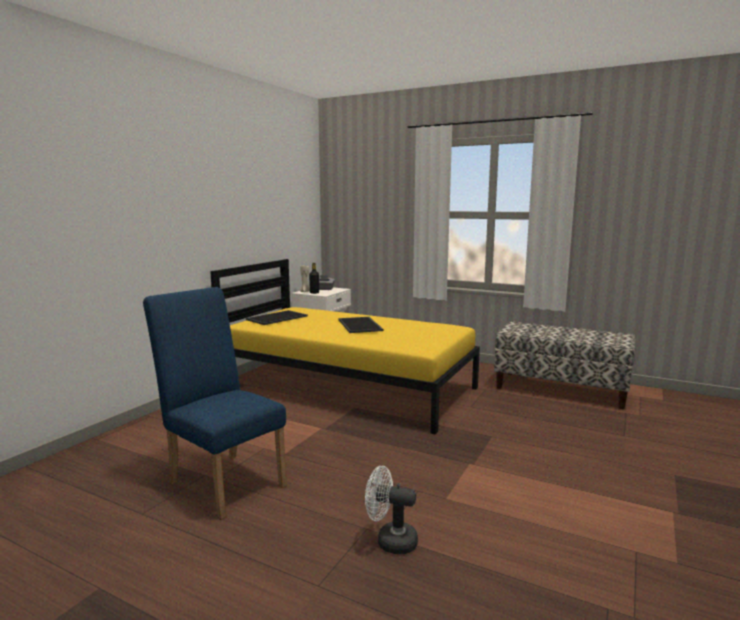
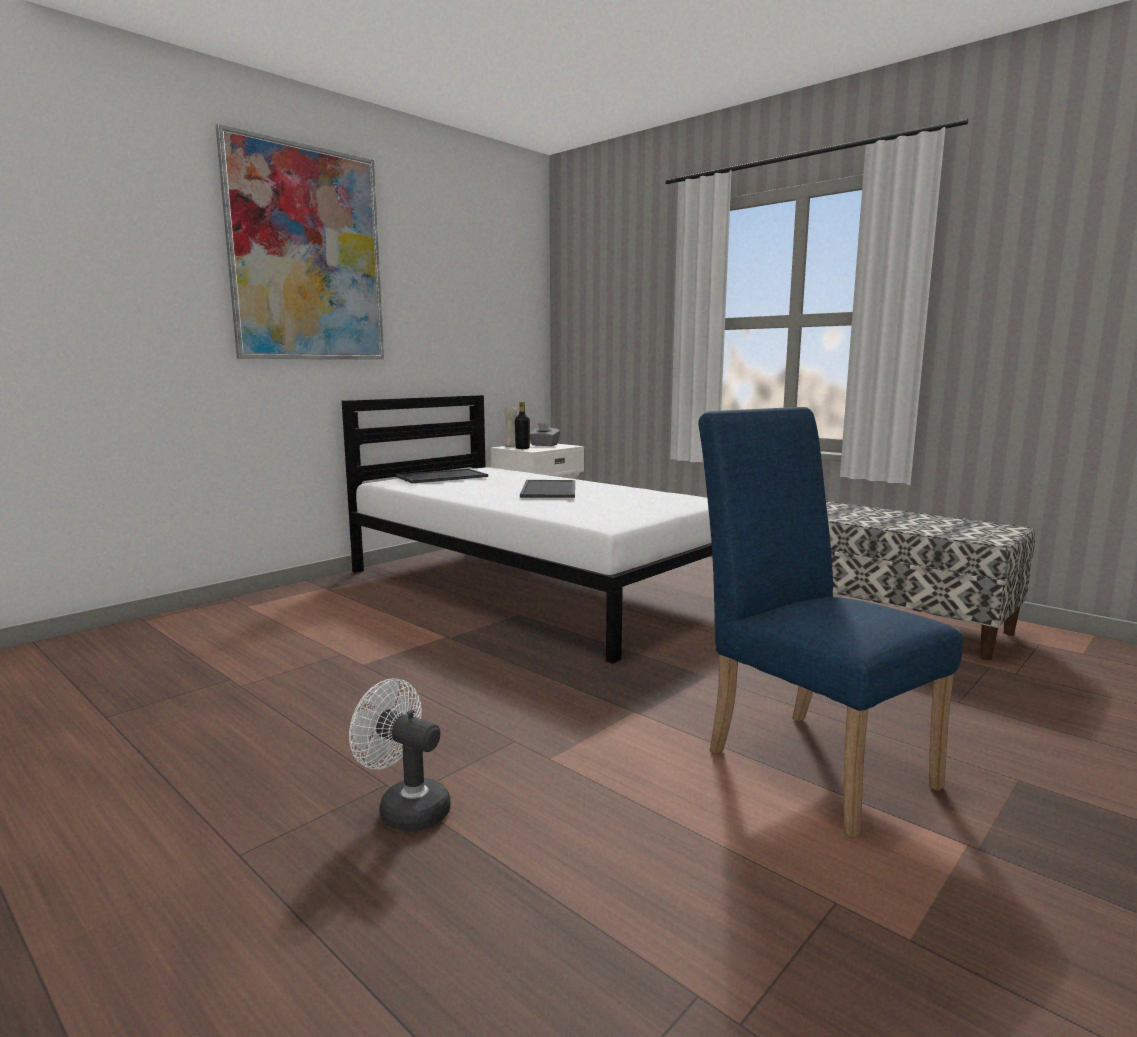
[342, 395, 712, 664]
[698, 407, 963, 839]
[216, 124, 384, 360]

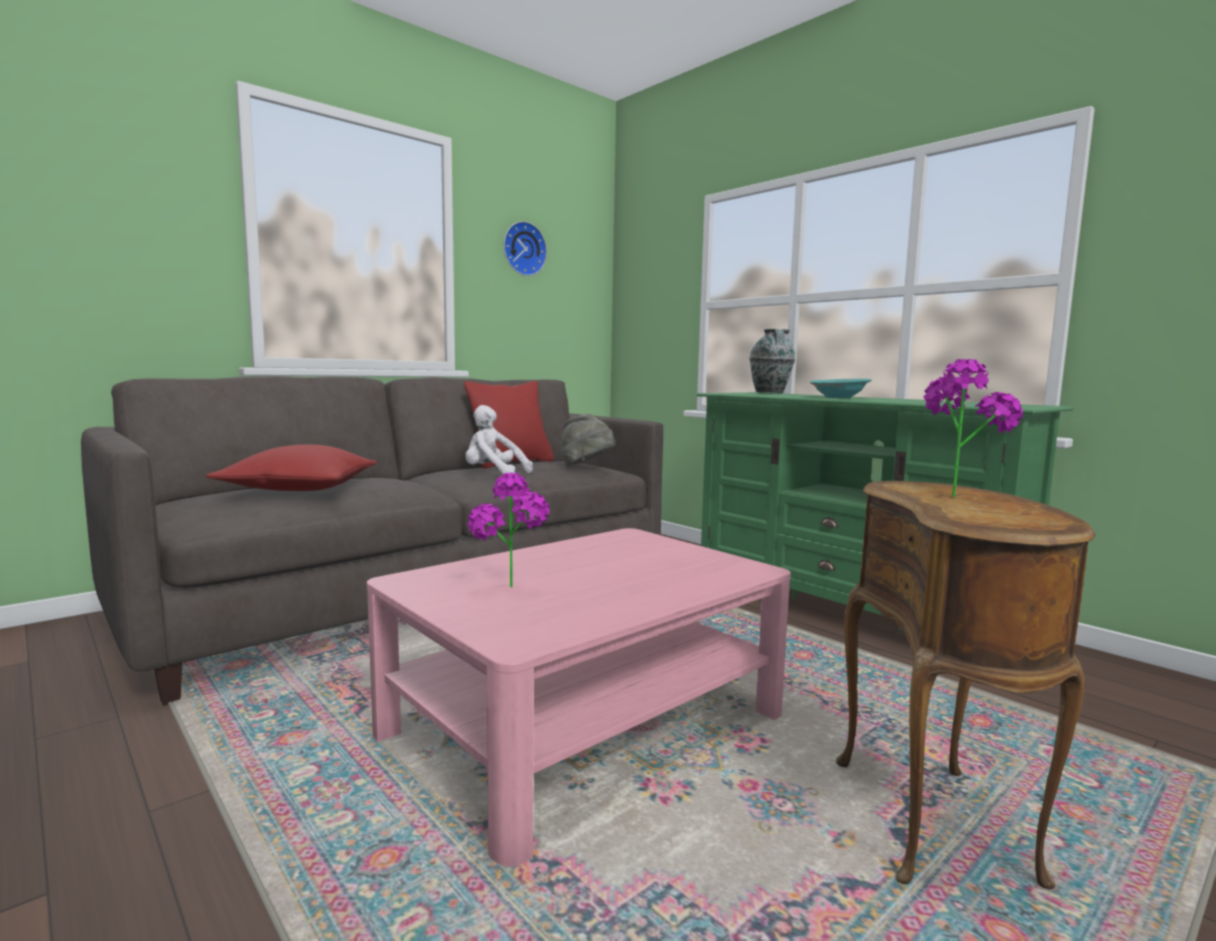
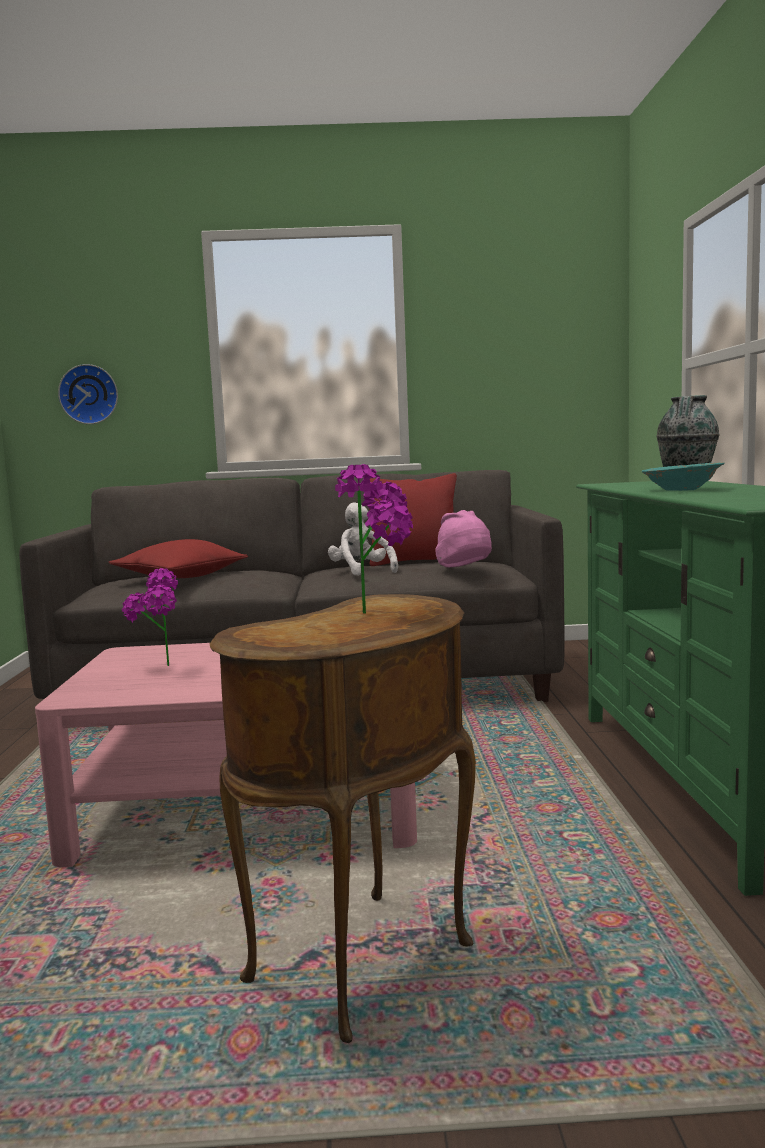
[58, 364, 118, 424]
[435, 510, 492, 567]

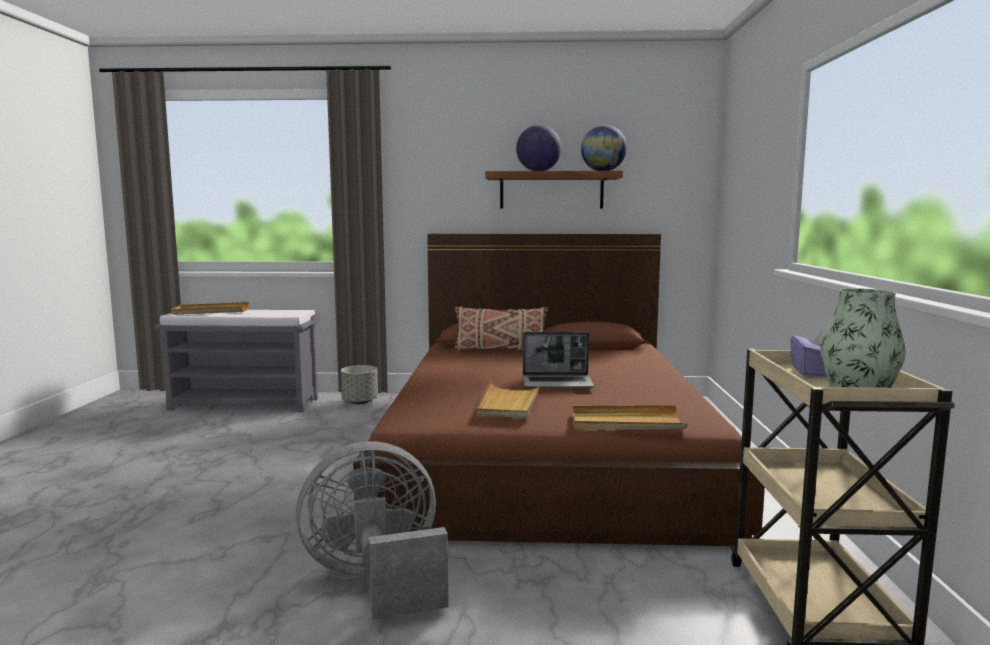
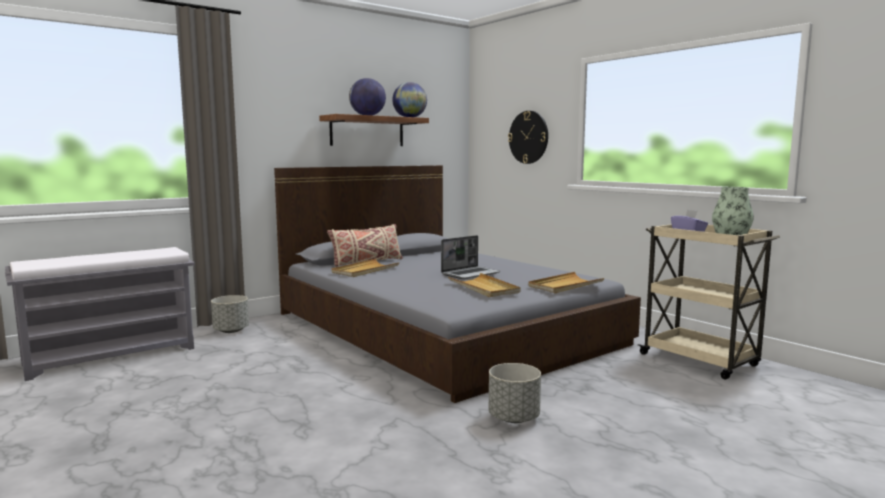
[274, 165, 641, 403]
[331, 259, 399, 277]
[489, 363, 541, 423]
[508, 111, 548, 164]

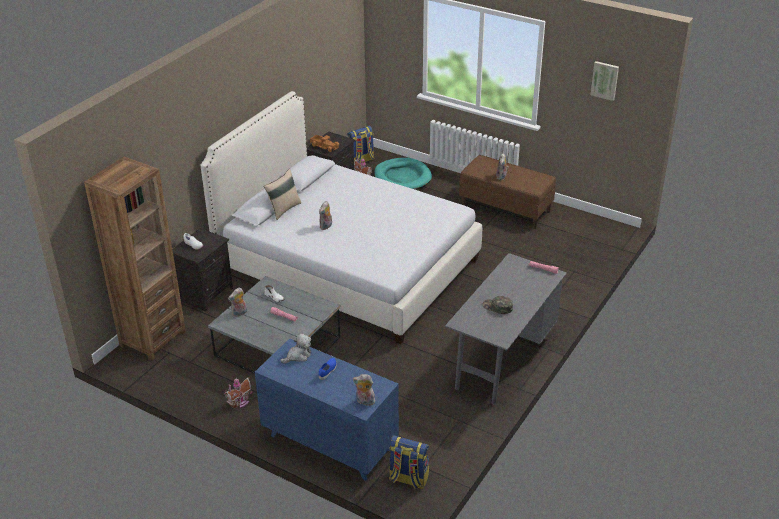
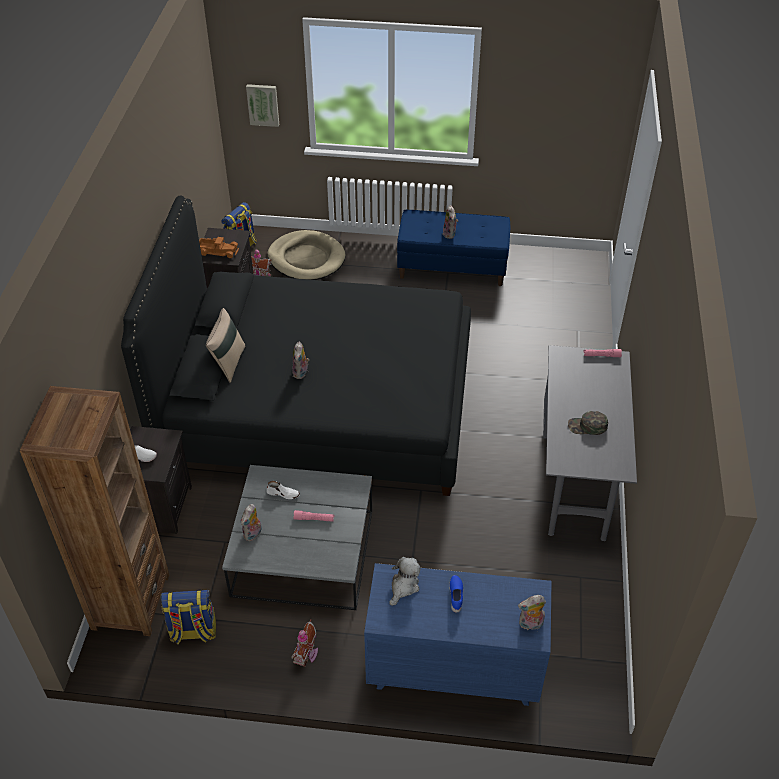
[246, 84, 279, 127]
[121, 196, 471, 496]
[397, 210, 510, 286]
[267, 230, 345, 280]
[161, 589, 216, 644]

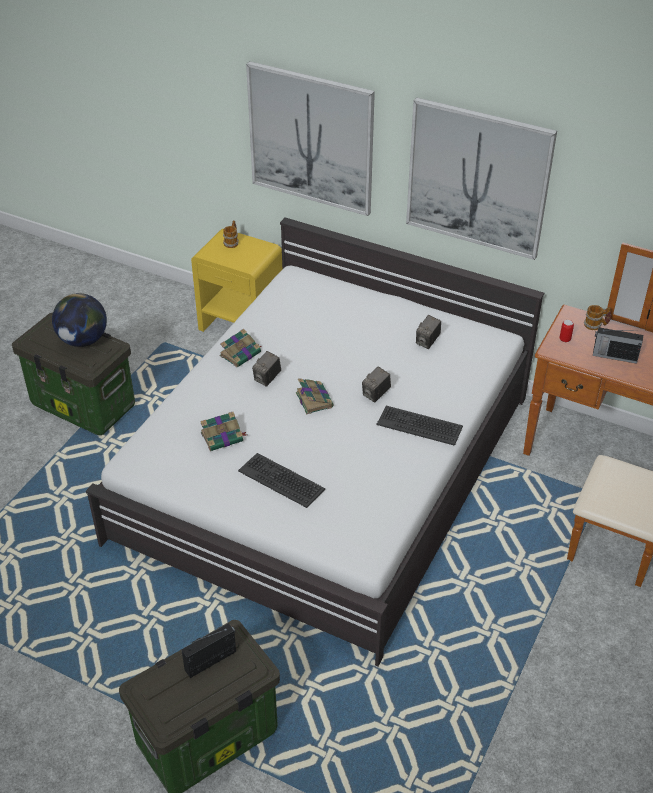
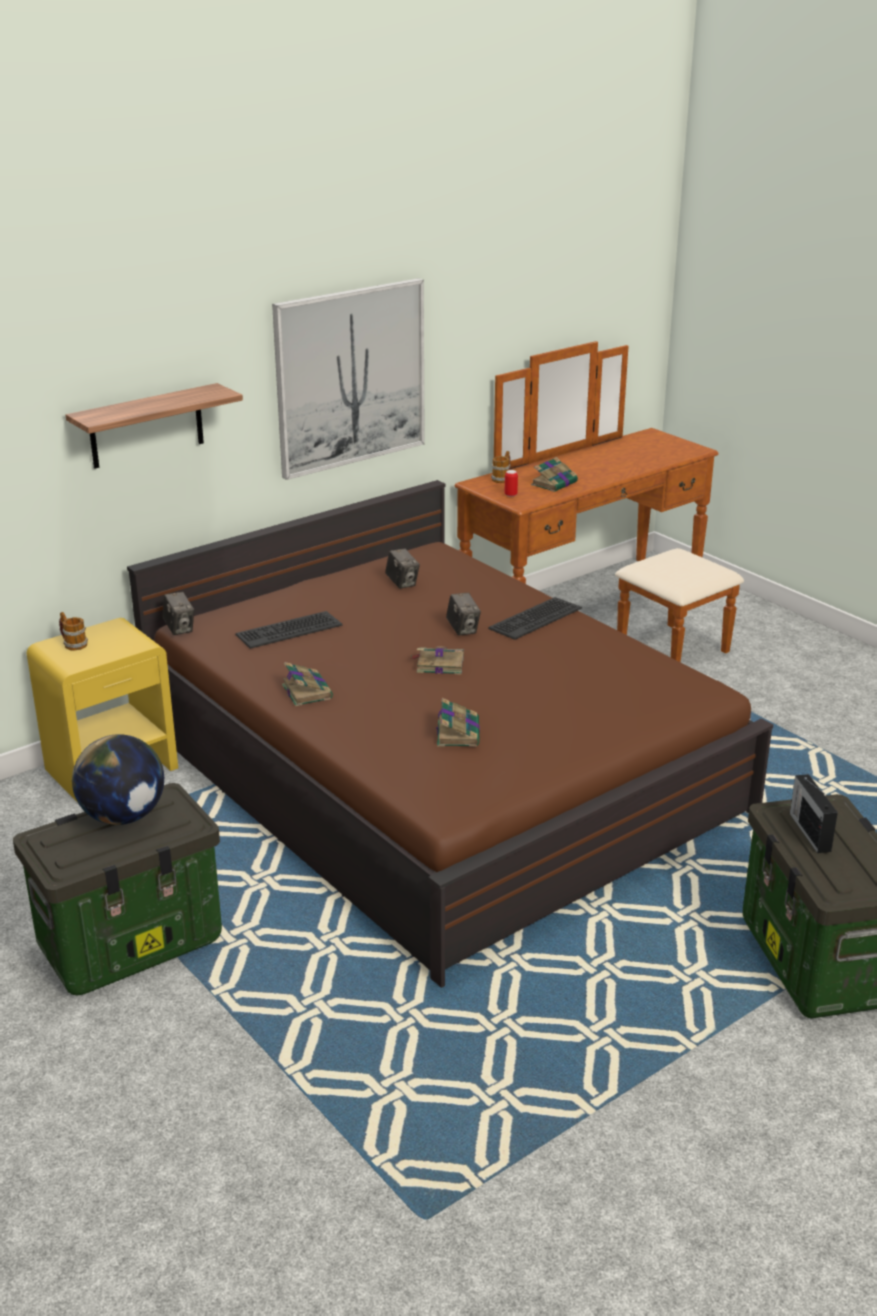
[66, 383, 243, 469]
[127, 480, 773, 988]
[531, 457, 578, 492]
[162, 592, 194, 635]
[236, 611, 343, 649]

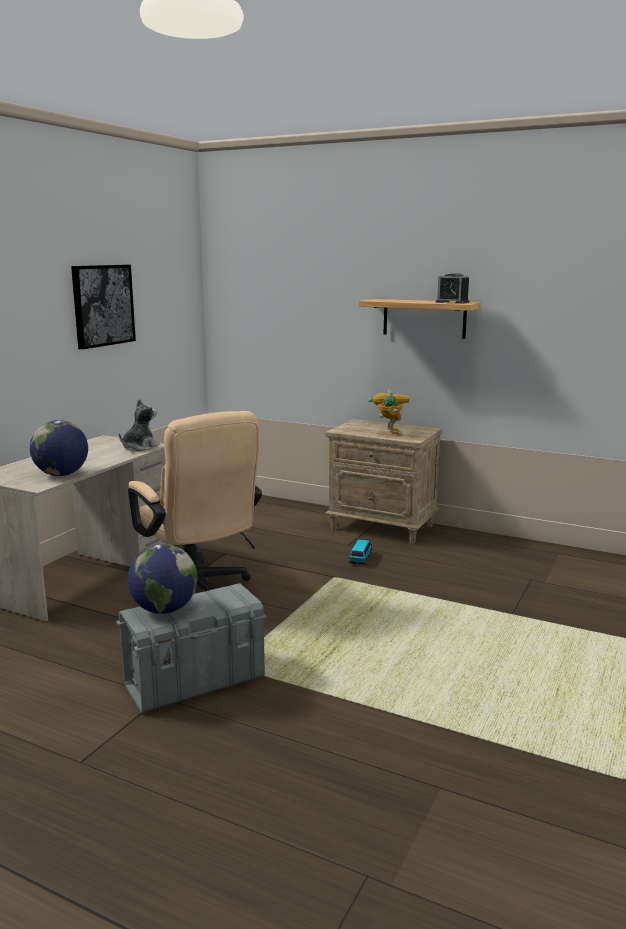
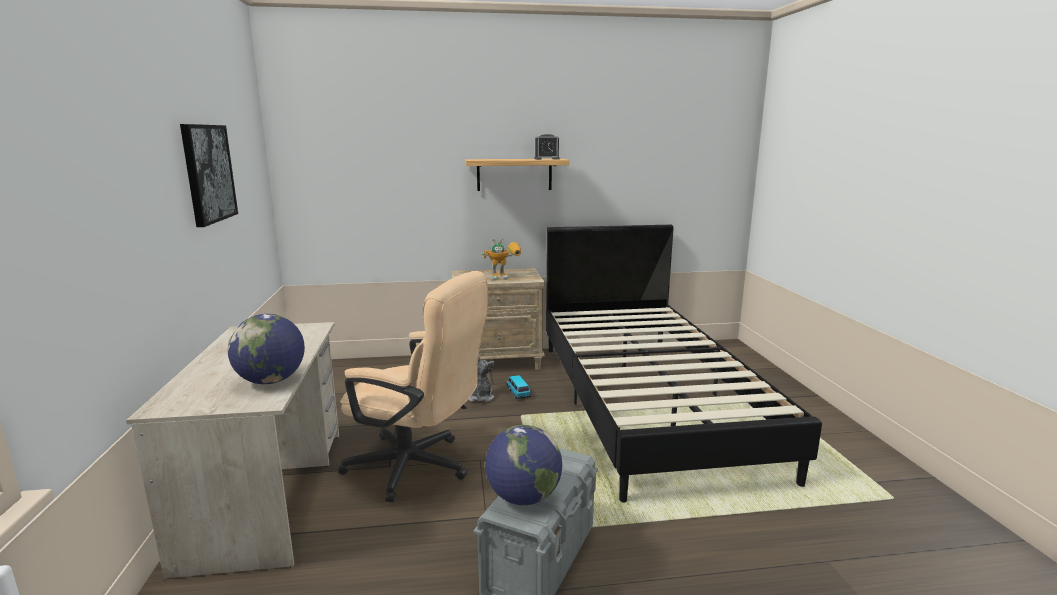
[482, 238, 521, 280]
[468, 357, 494, 402]
[546, 225, 822, 503]

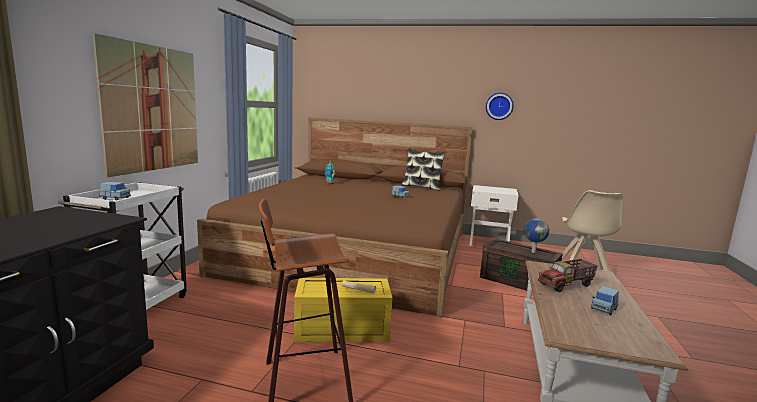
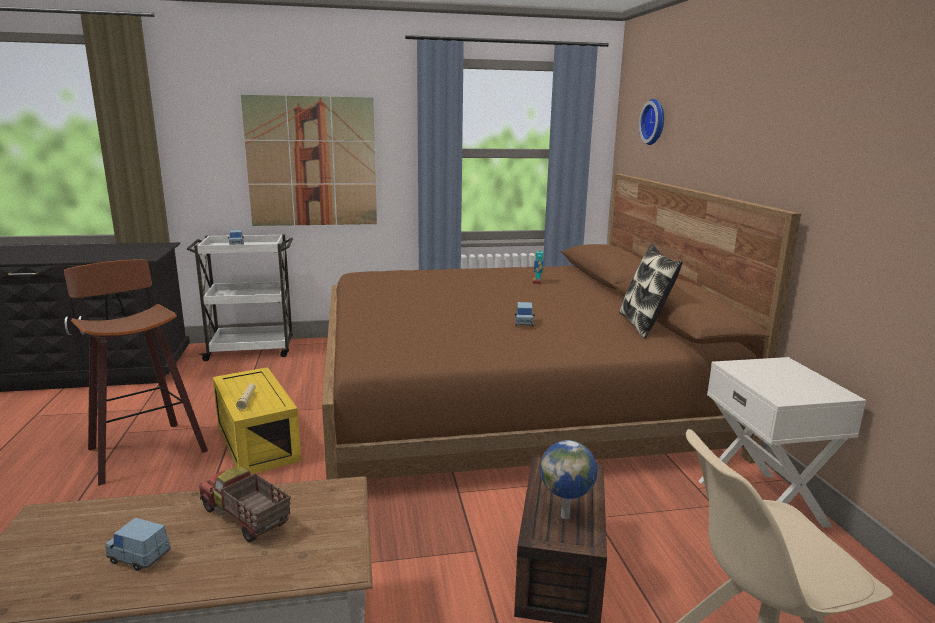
[639, 99, 664, 145]

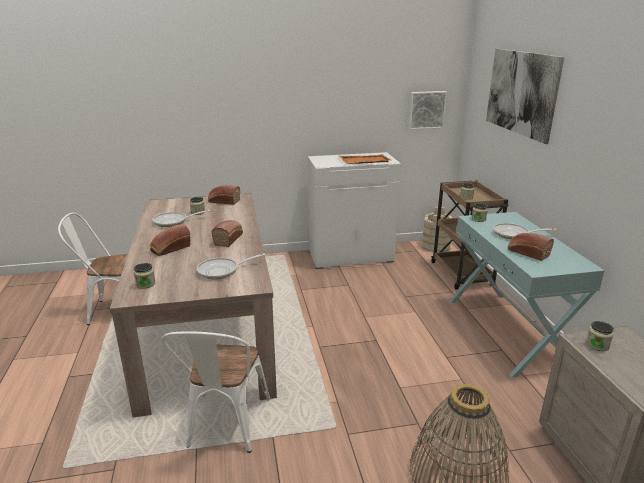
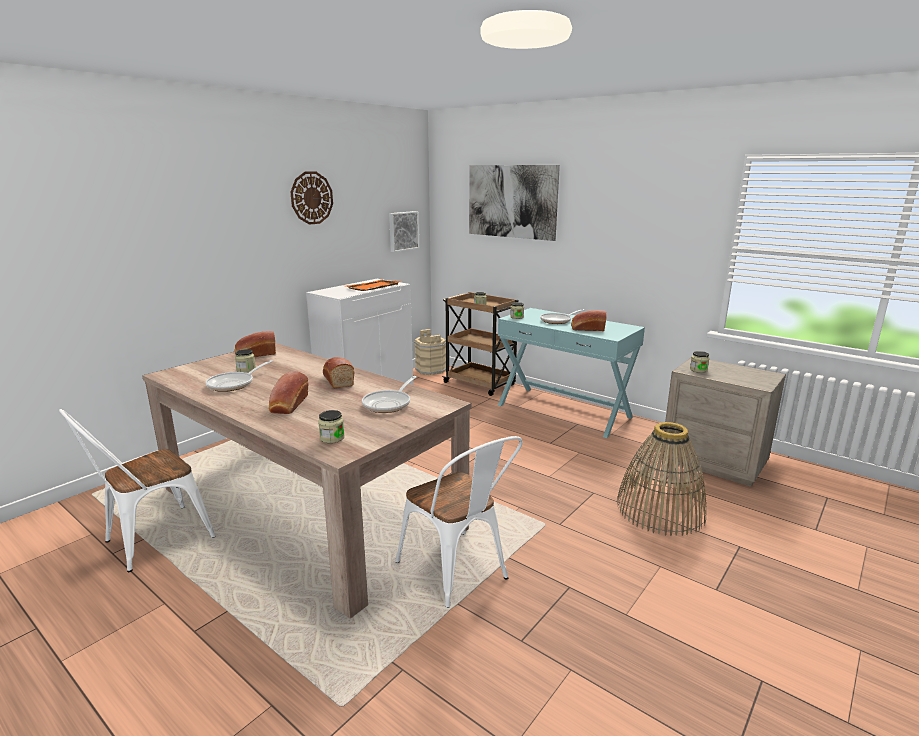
[291, 172, 333, 225]

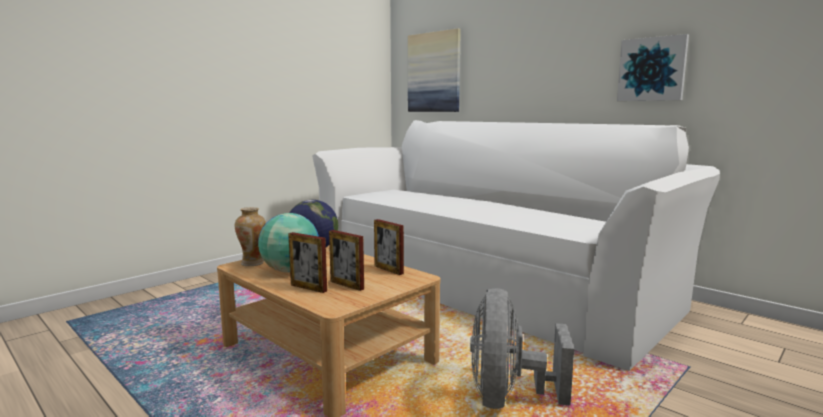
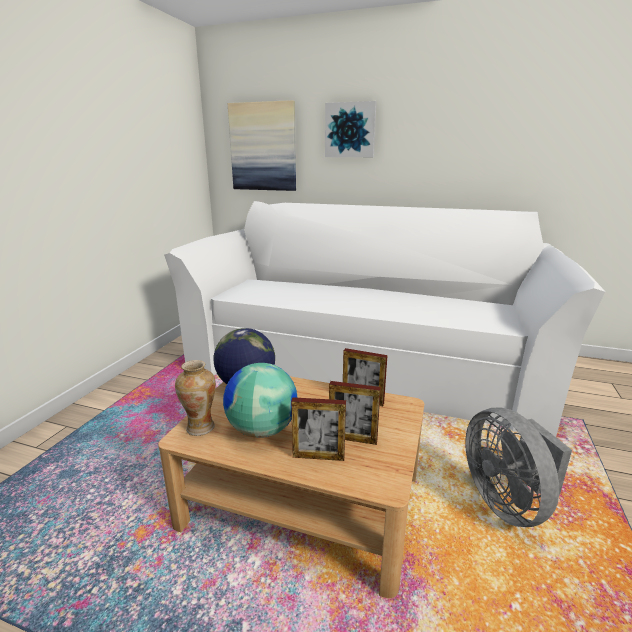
[325, 101, 377, 157]

